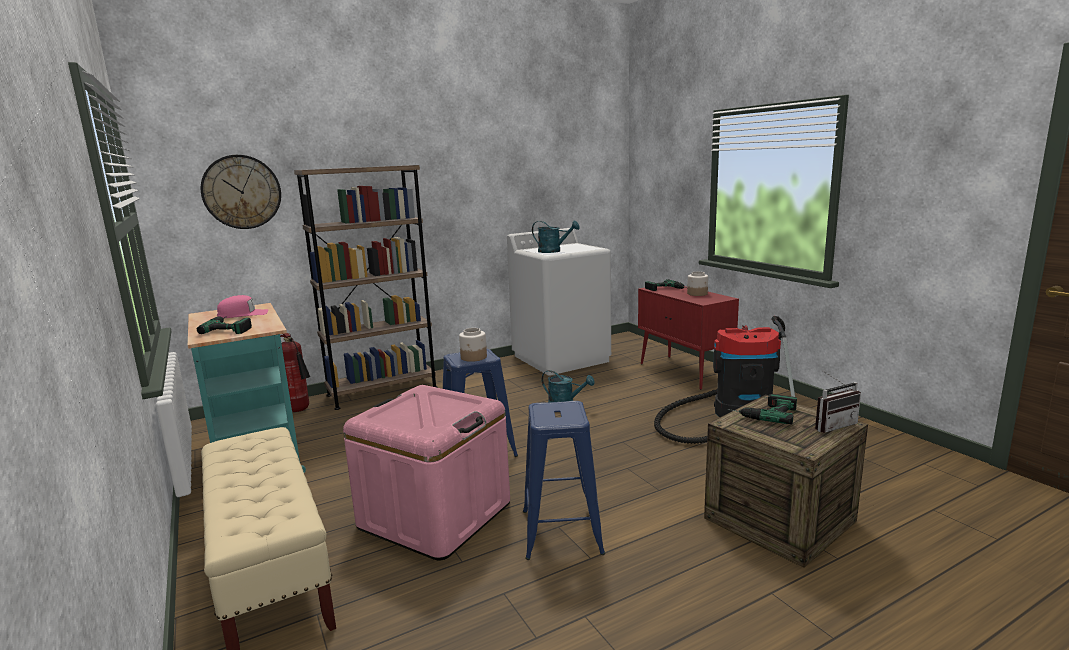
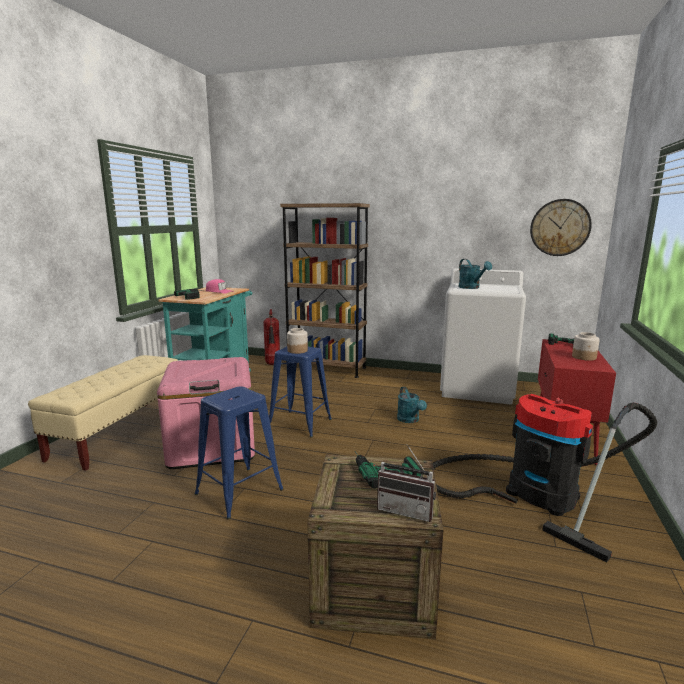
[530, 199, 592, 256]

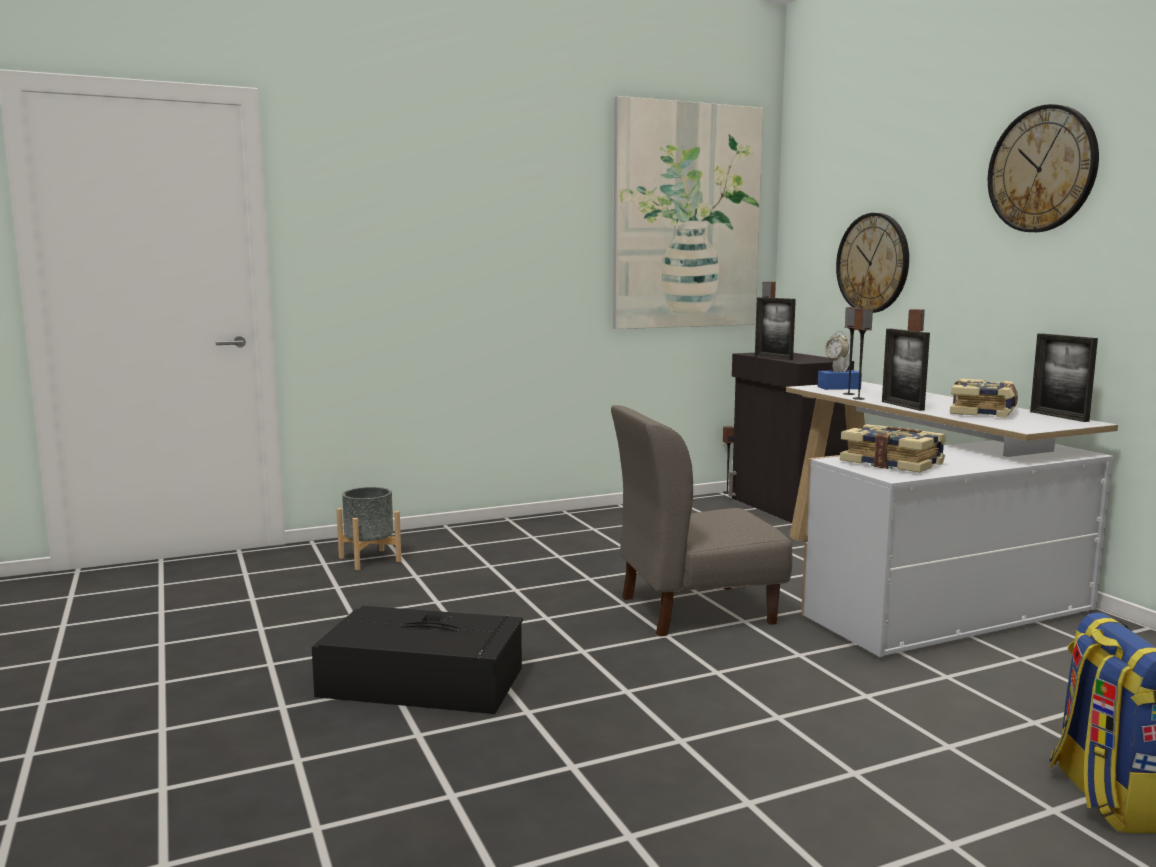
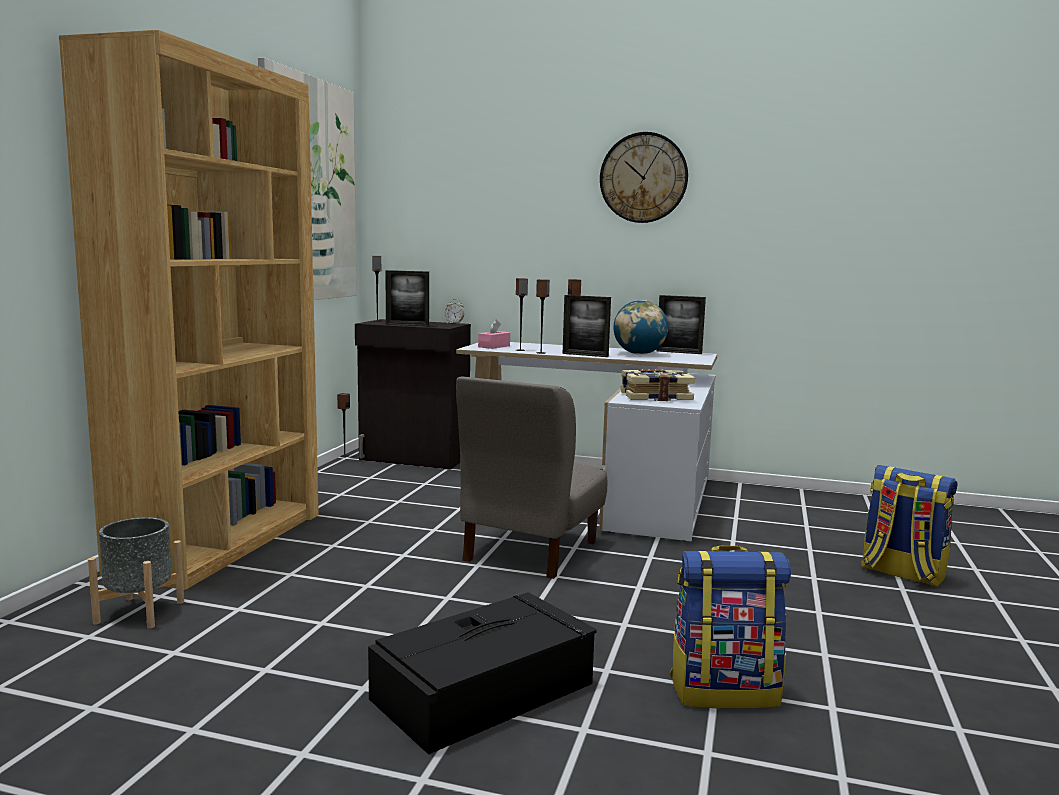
[836, 213, 909, 313] (first image)
[478, 320, 510, 349]
[614, 300, 668, 355]
[59, 30, 319, 590]
[670, 546, 791, 709]

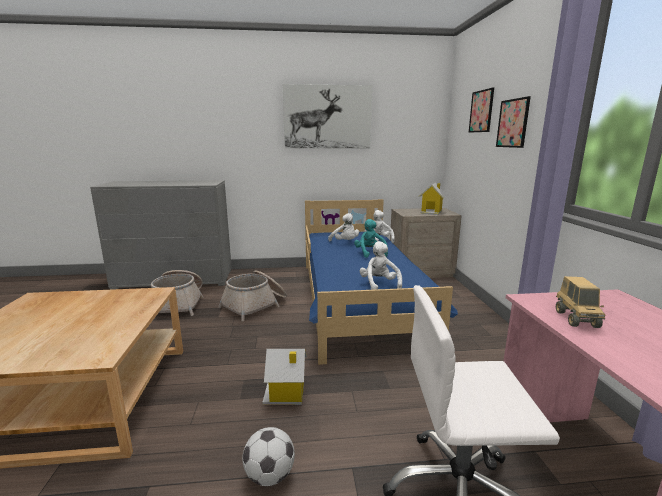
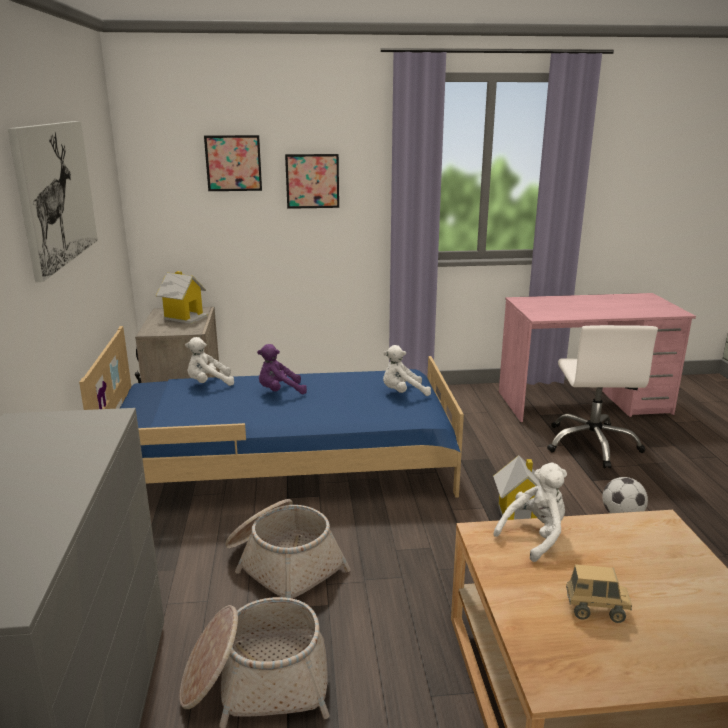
[493, 463, 567, 562]
[257, 344, 307, 394]
[566, 564, 632, 623]

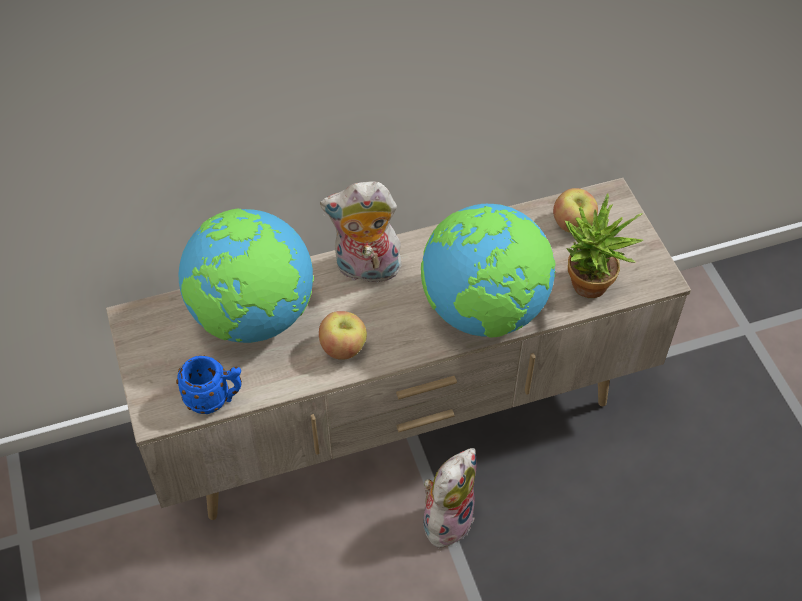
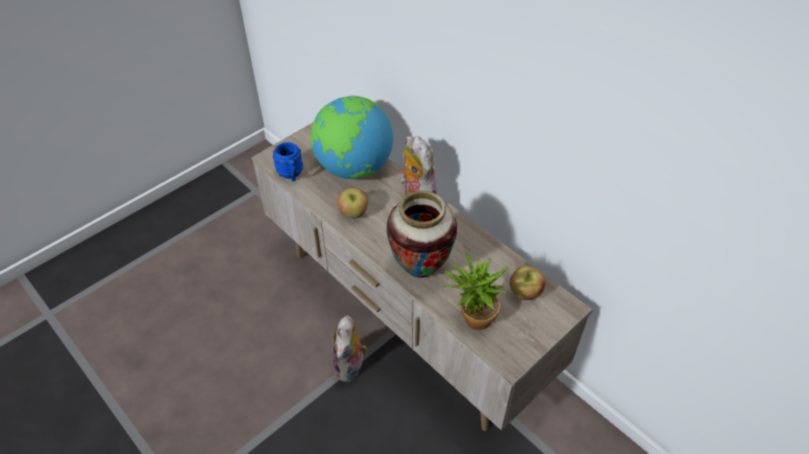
[386, 191, 457, 278]
[333, 315, 367, 382]

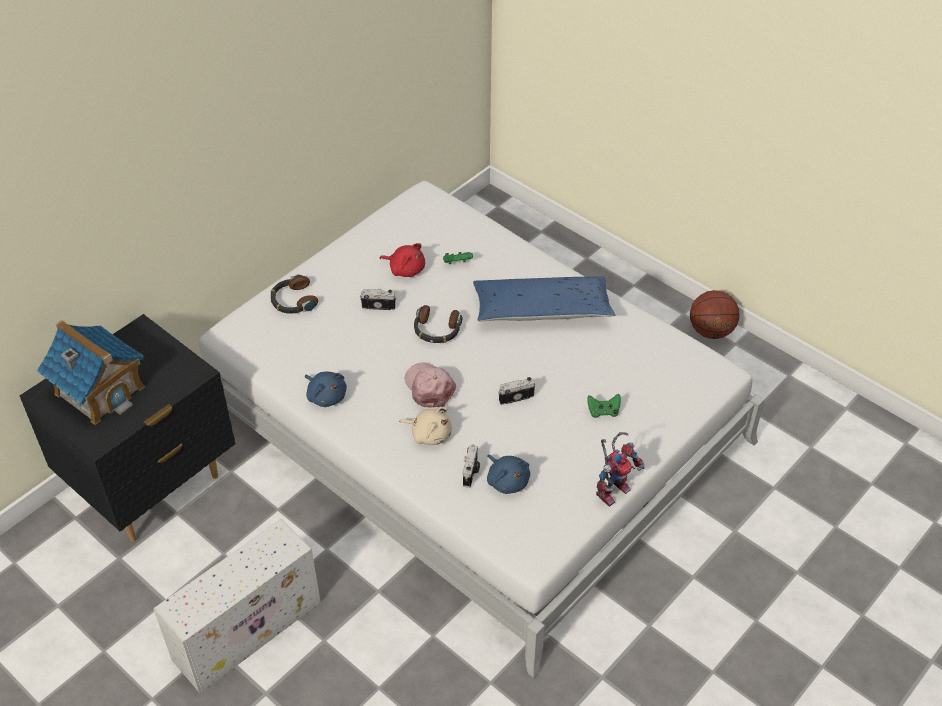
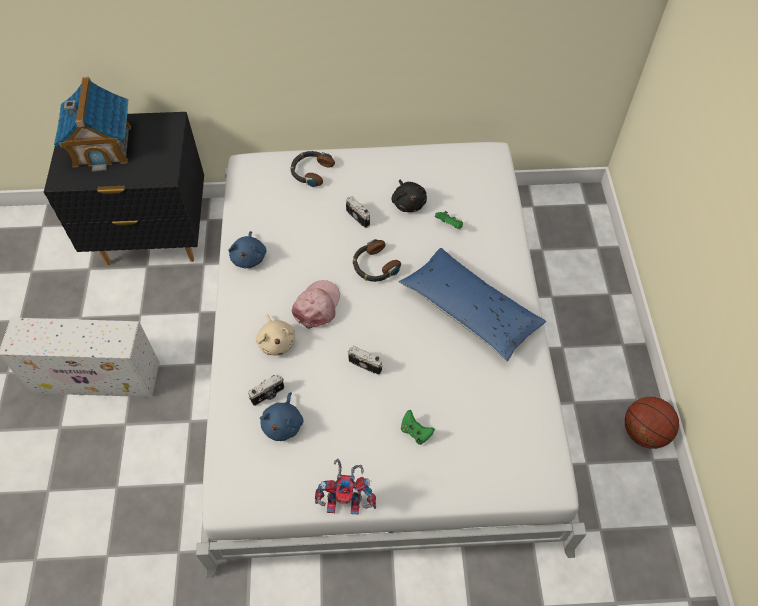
[391, 180, 427, 212]

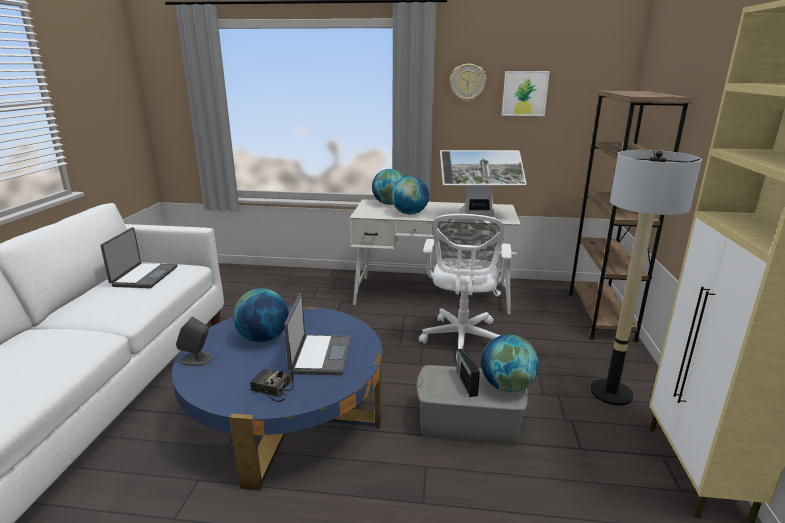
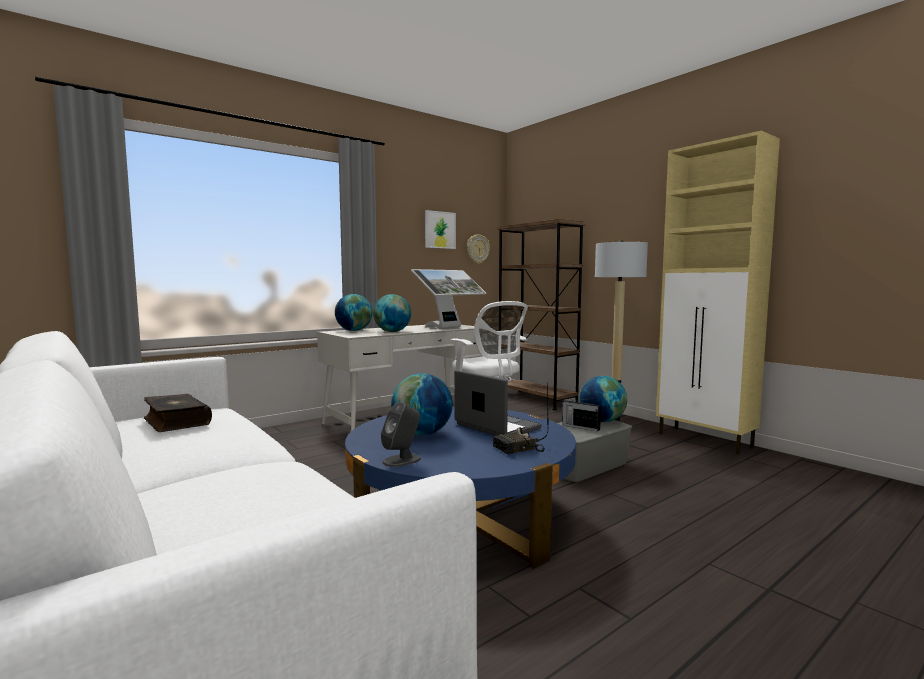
[467, 234, 490, 264]
[144, 394, 212, 432]

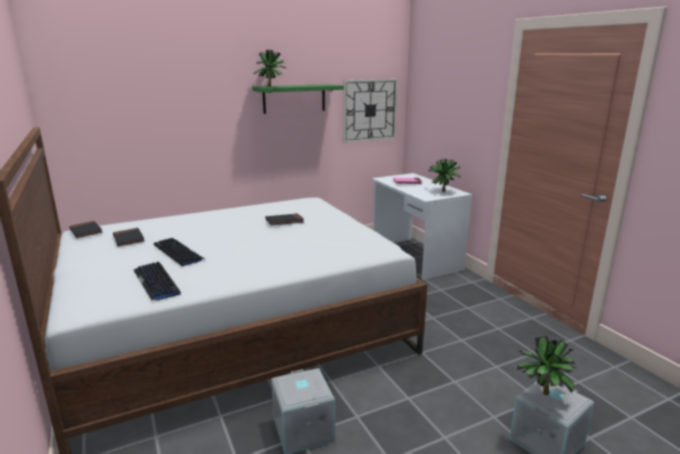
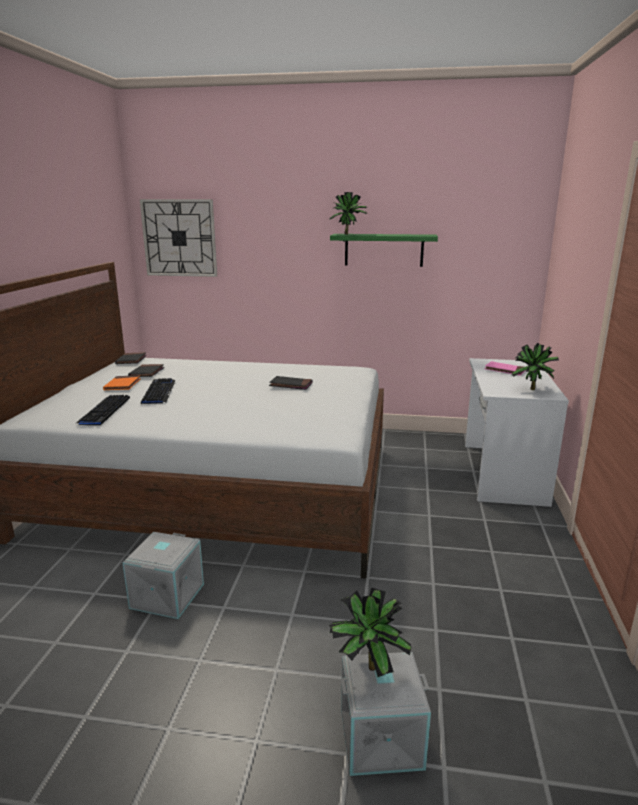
[140, 199, 217, 277]
[103, 375, 141, 390]

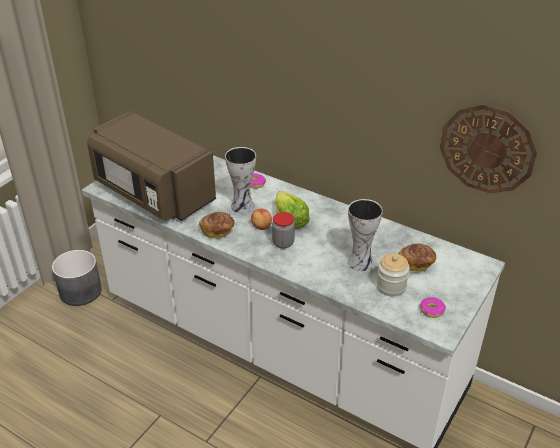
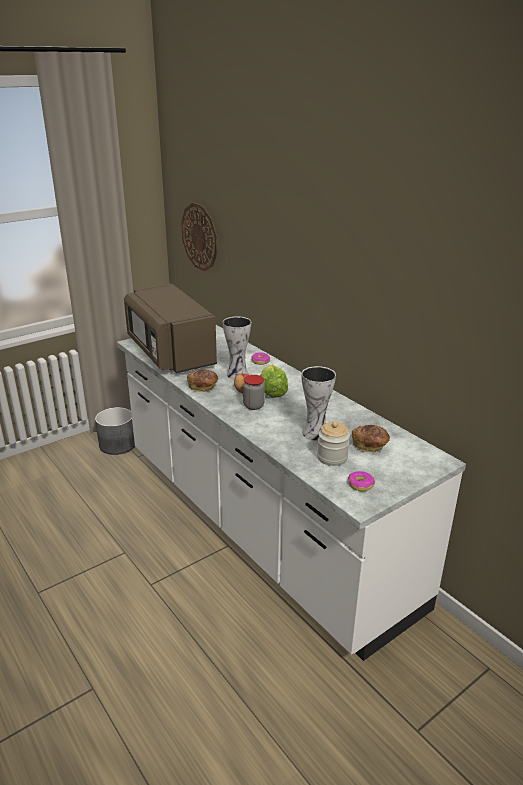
[181, 203, 217, 271]

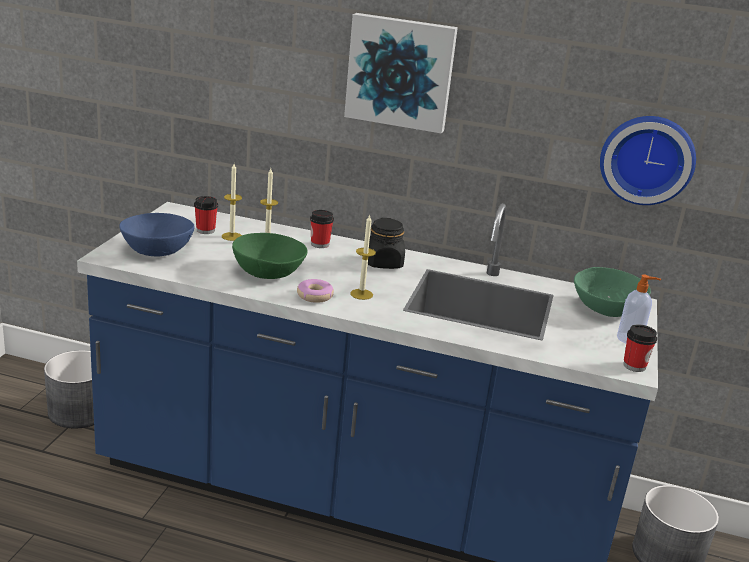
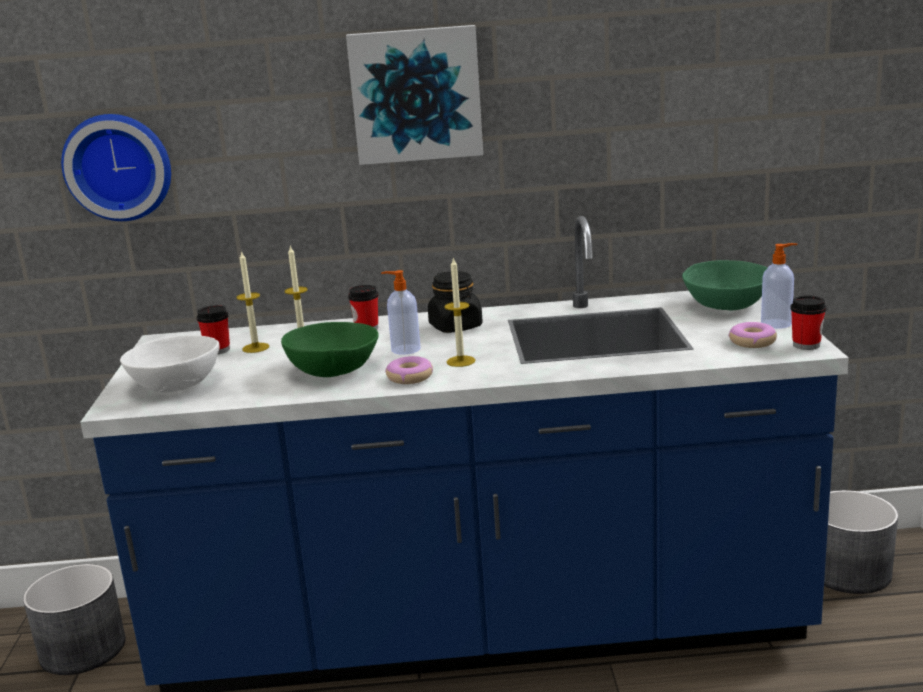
[61, 114, 171, 221]
[120, 335, 220, 392]
[381, 270, 421, 355]
[729, 322, 777, 348]

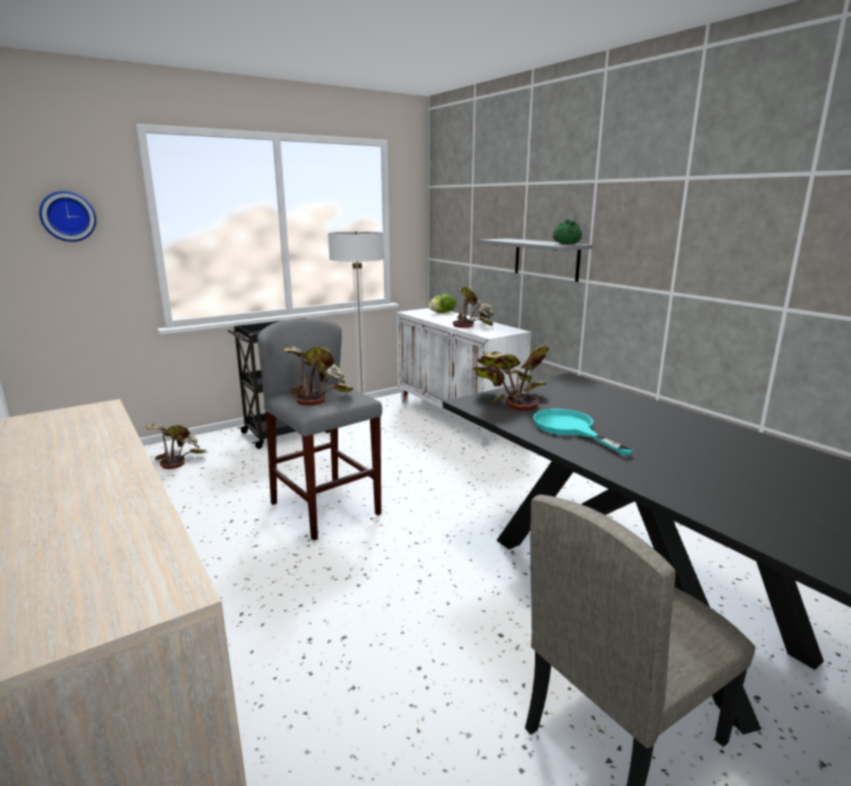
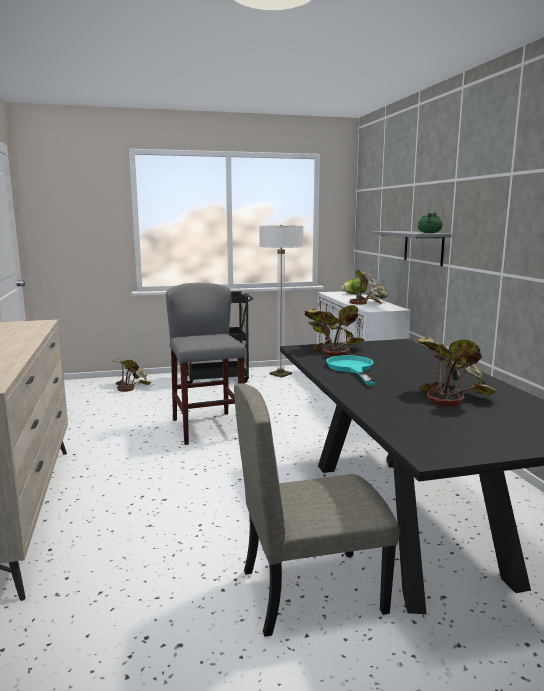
[39, 191, 96, 242] (first image)
[416, 337, 498, 406]

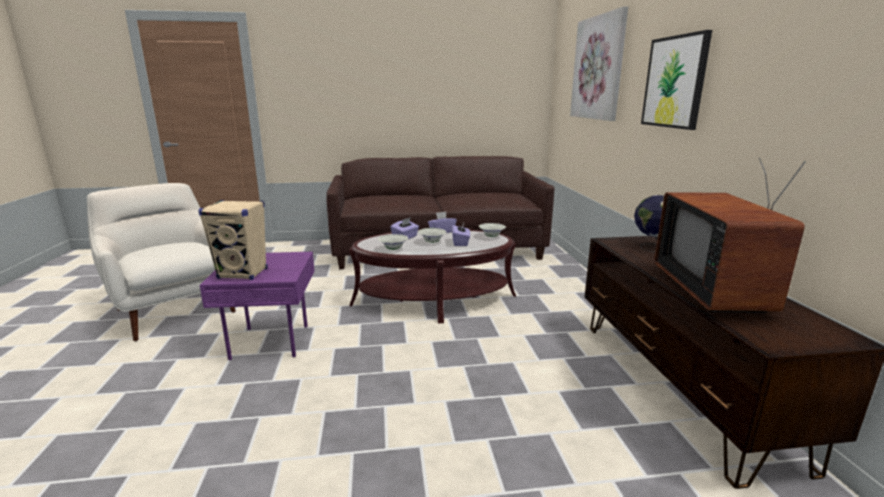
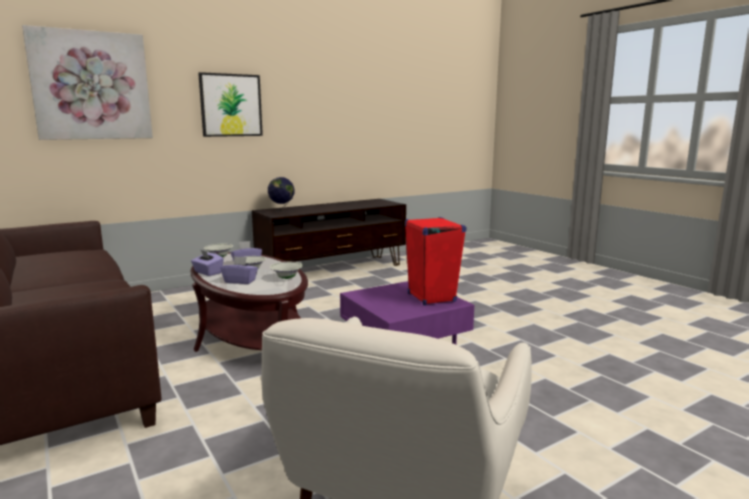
[654, 158, 806, 313] (first image)
[405, 217, 467, 306]

